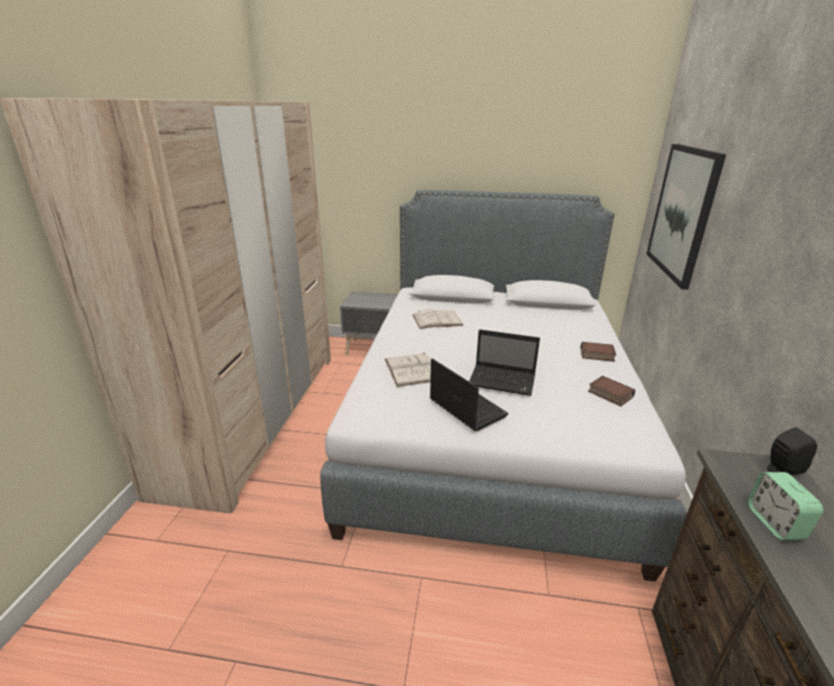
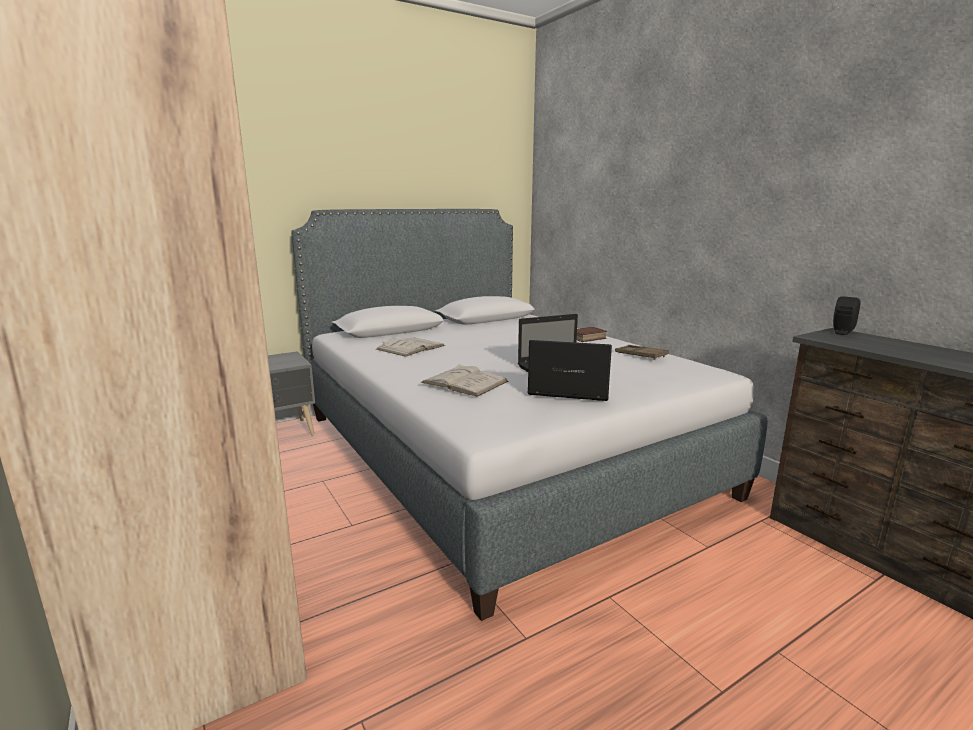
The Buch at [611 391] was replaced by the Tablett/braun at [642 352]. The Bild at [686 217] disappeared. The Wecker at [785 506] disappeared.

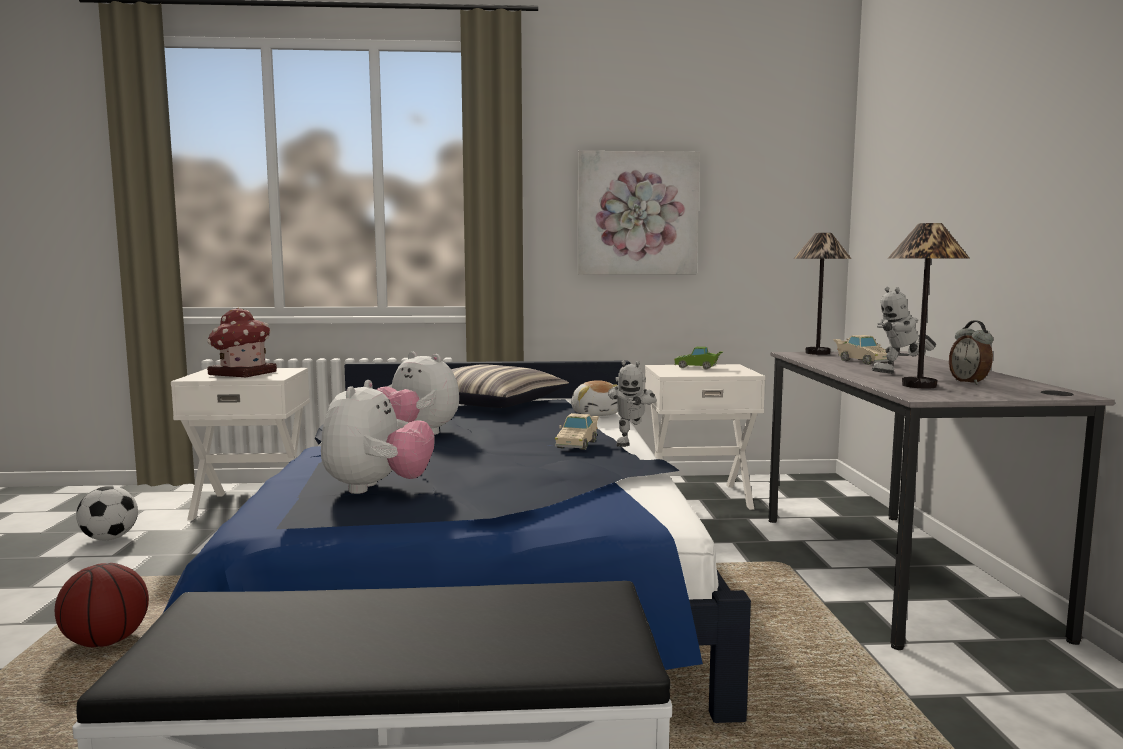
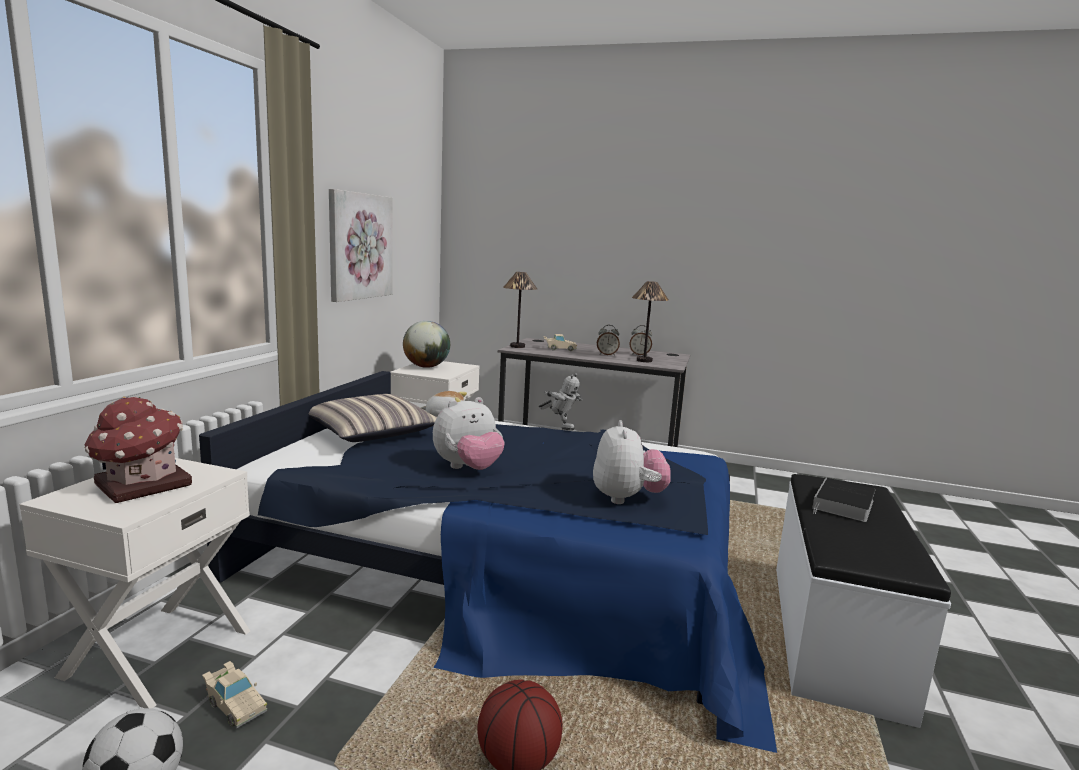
The Plüschtier at [378 437] turned 60 degrees clockwise. The Spielzeugauto/beige moved from [577 431] to [234 694]. The Spielzeugauto/grün at [699 357] was replaced by the Globus at [426 344]. The Spielzeugroboter at [904 330] was replaced by the Wecker at [608 340]. The Buch at [844 500] appeared.

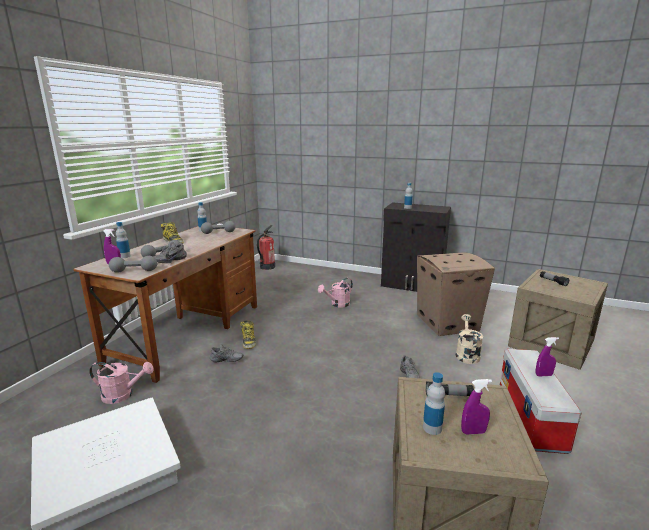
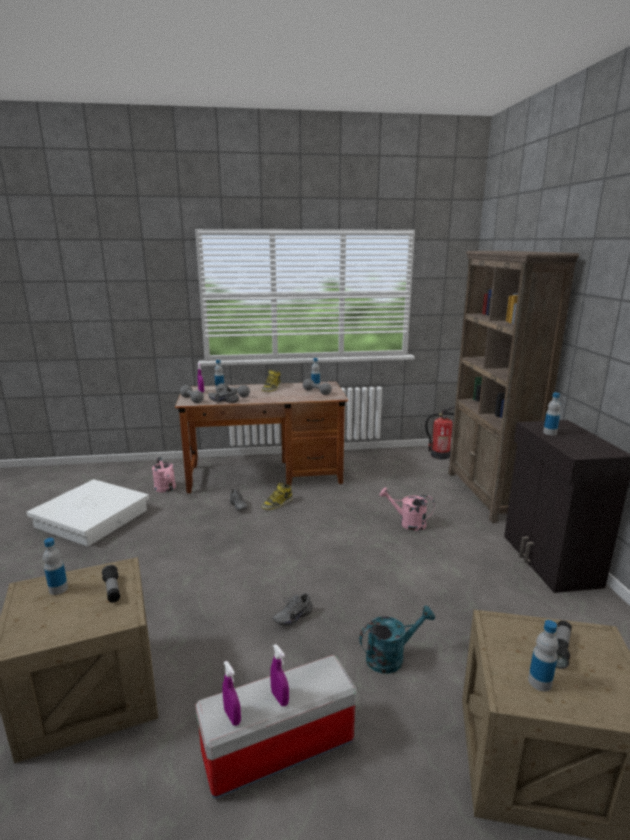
The Karton at [456 294] disappeared. The Gießkanne/beige at [469 339] became the Gießkanne/türkis at [397 639]. The Sprühflasche/lila moved from [476 406] to [231 693]. The Bücherregal/braun at [513 387] appeared. The Flasche at [543 655] appeared.

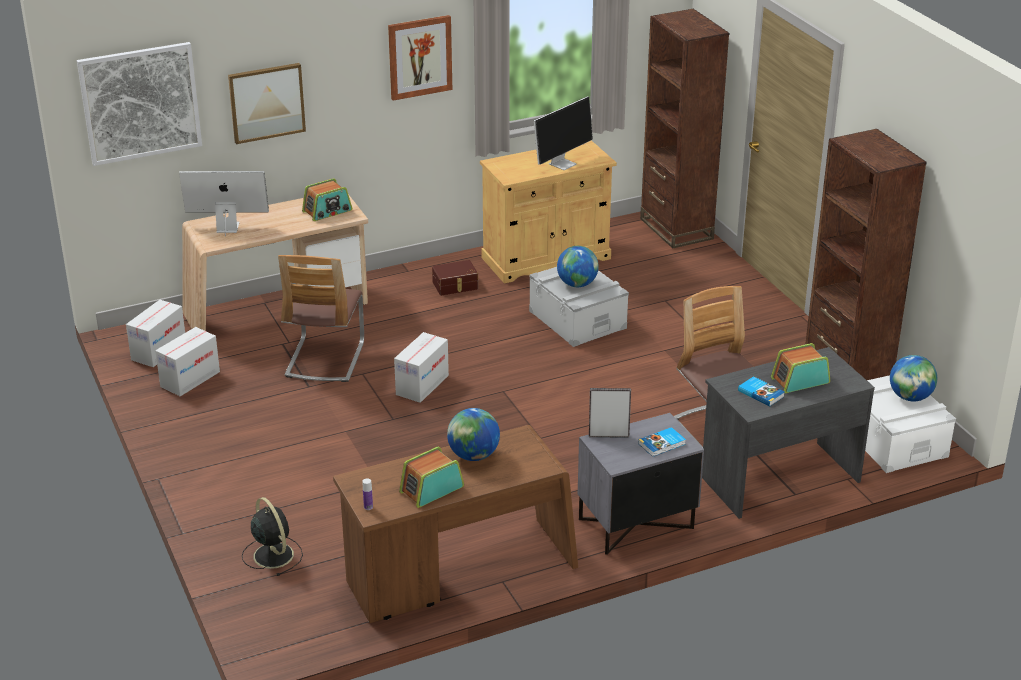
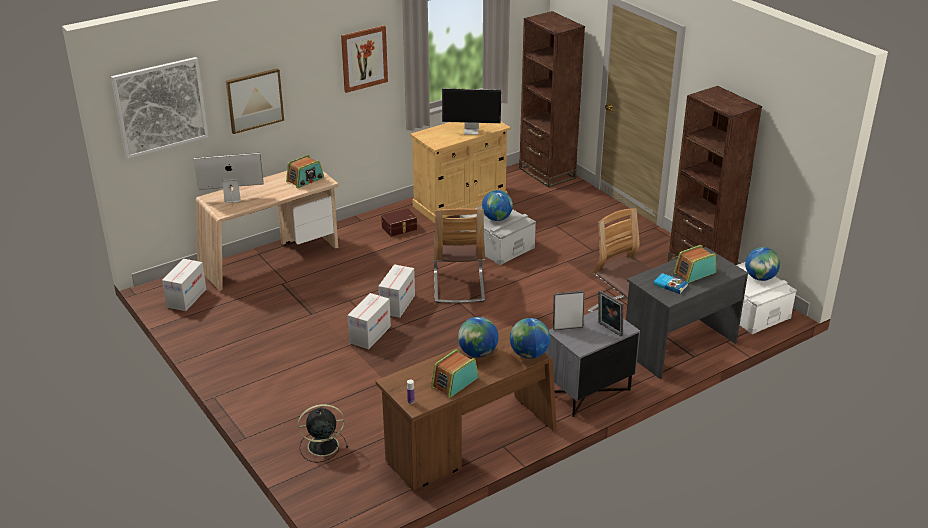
The Karton moved from [187 361] to [369 321]. The Ventilator/schwarz at [272 536] turned 60 degrees counterclockwise. The Stuhl moved from [321 318] to [459 256]. The Monitor at [563 133] turned 60 degrees clockwise. The Buch at [662 442] was replaced by the Bilderrahmen at [610 313]. The Globus at [530 338] appeared.

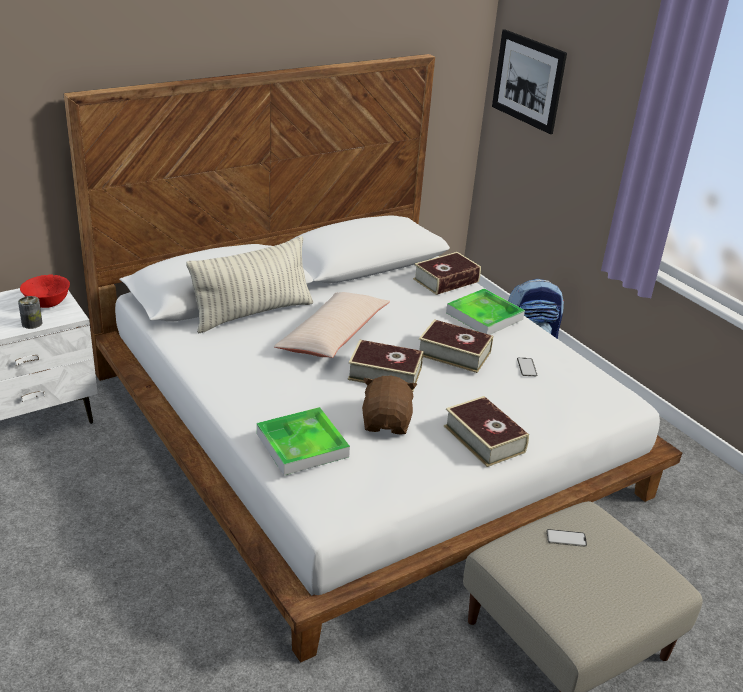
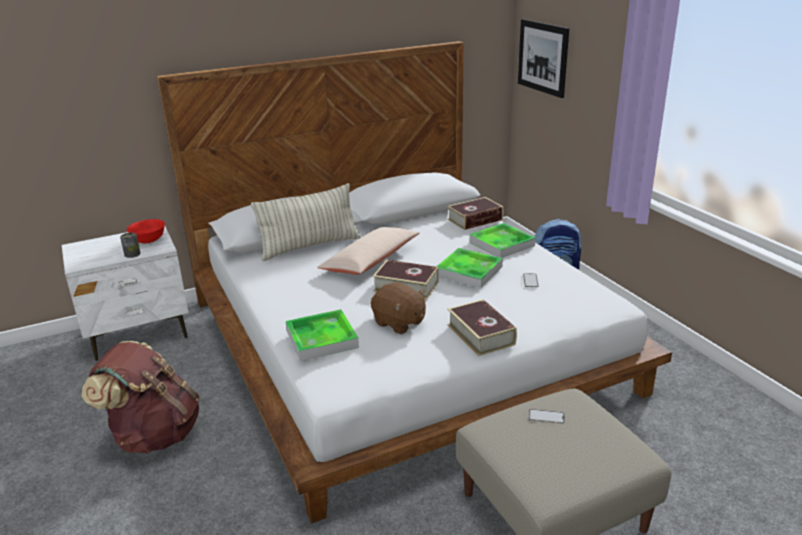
The Plüschtier/braun at [389 405] turned 120 degrees clockwise. The Buch at [456 346] was replaced by the Tablett at [469 268]. The Rucksack/braun at [140 397] appeared.

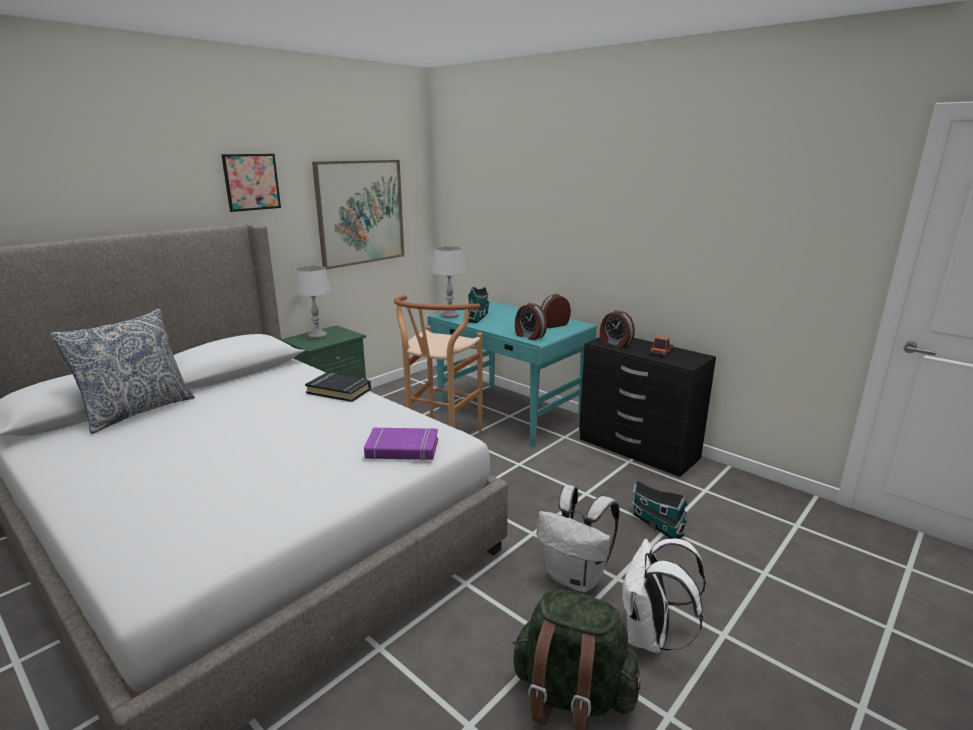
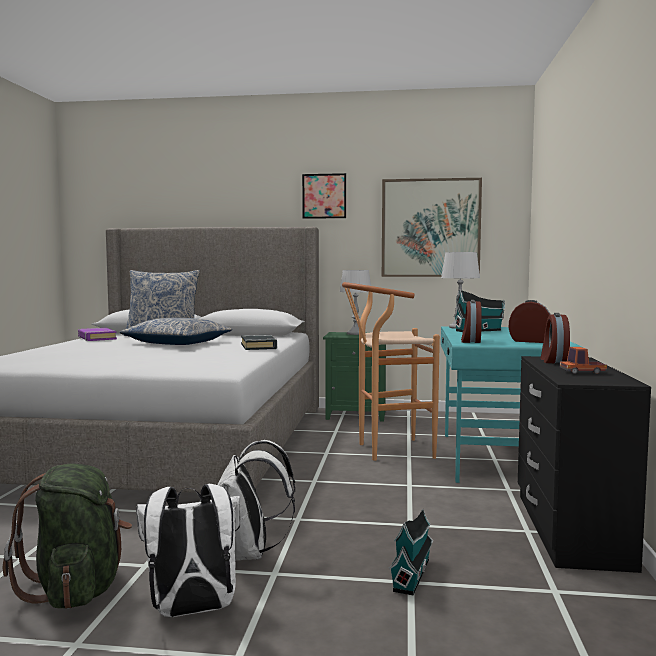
The Buch/lila moved from [401 444] to [97 334]. The Kissen at [176 331] appeared.

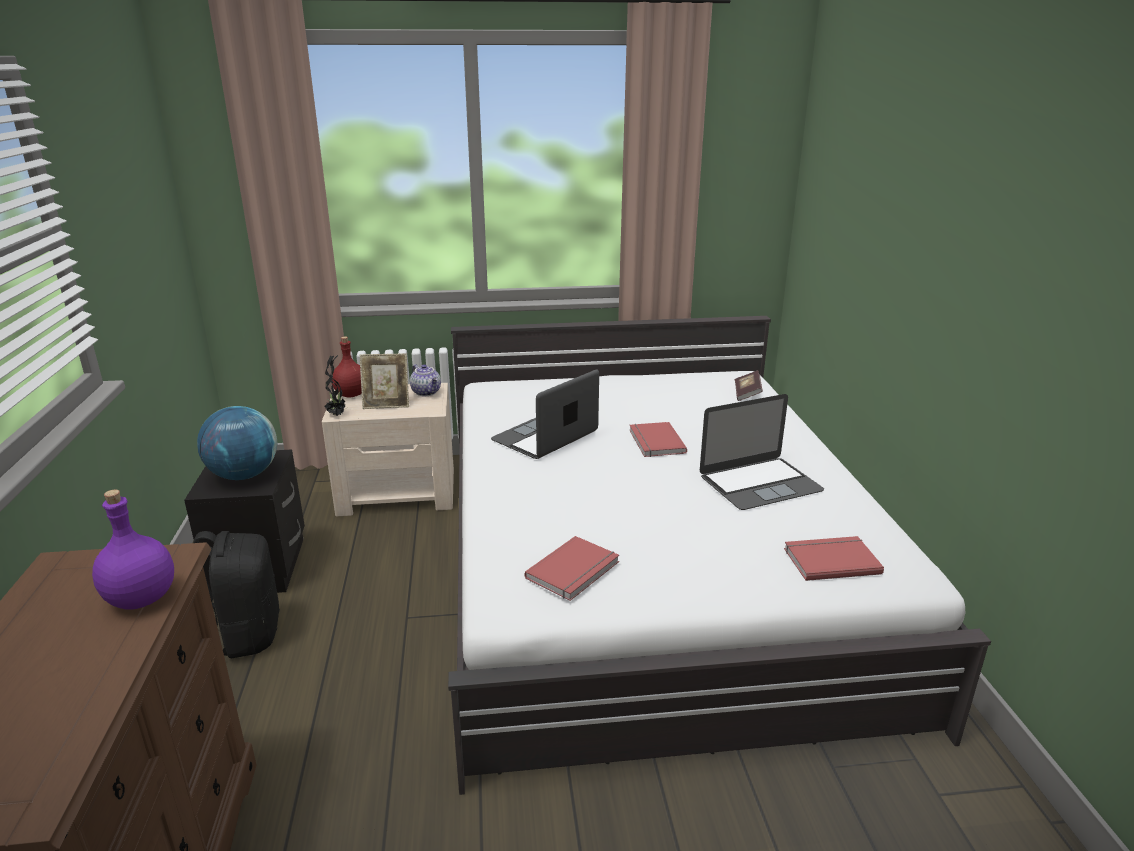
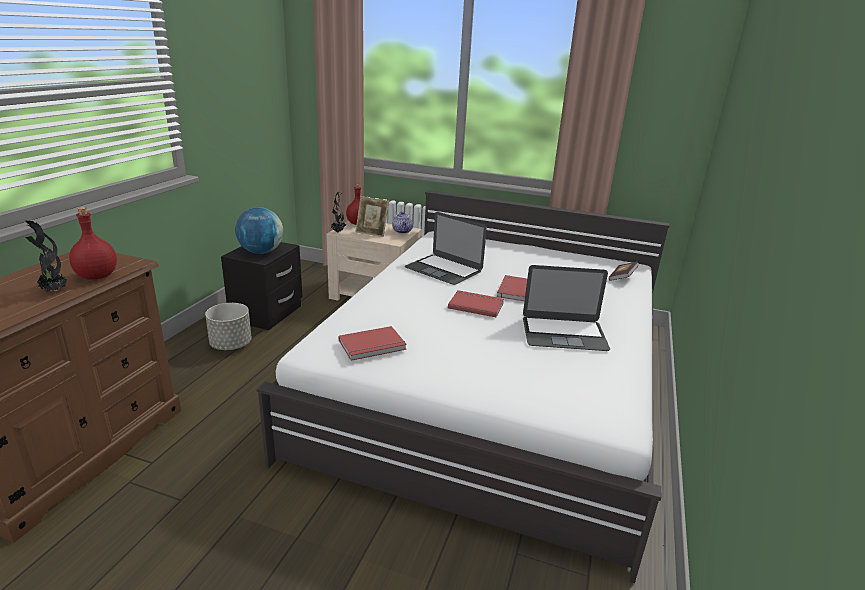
The Flasche/lila at [133 550] became the Flasche/rot at [93 243]. The Rucksack/schwarz at [236 594] was replaced by the Pflanzkübel/grau at [228 326]. The Laptop at [545 414] turned 120 degrees counterclockwise. The Buch/rot moved from [834 558] to [476 303]. The Topfpflanze at [46 256] appeared.

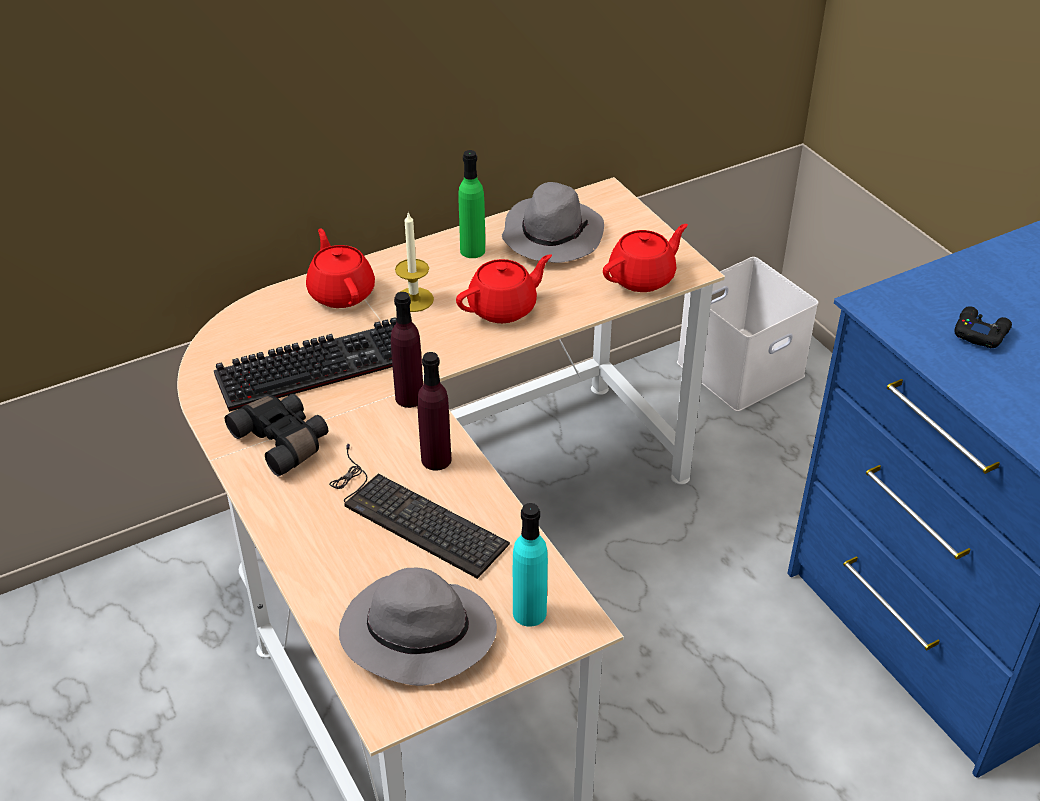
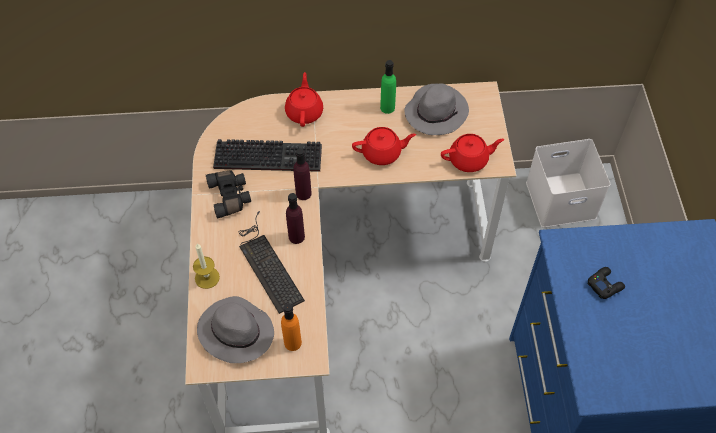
The Kerze moved from [414 262] to [206 266]. The Flasche/türkis at [530 565] became the Flasche/orange at [291 327].

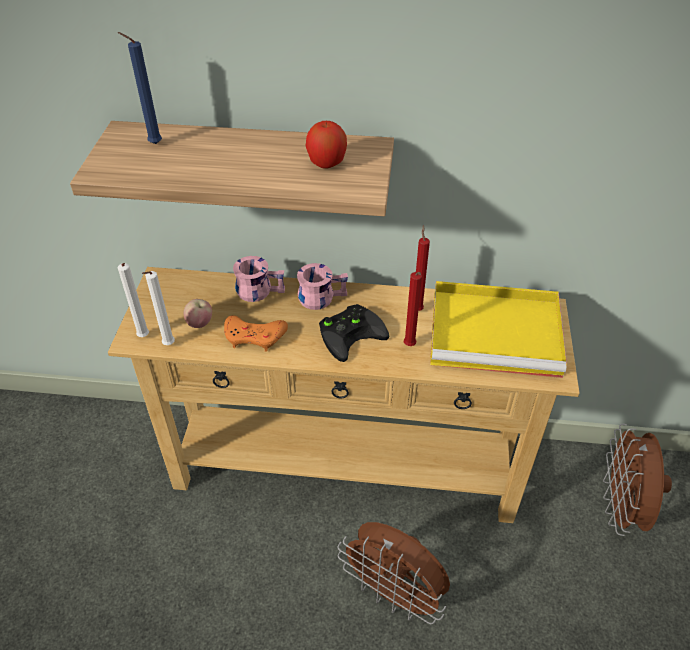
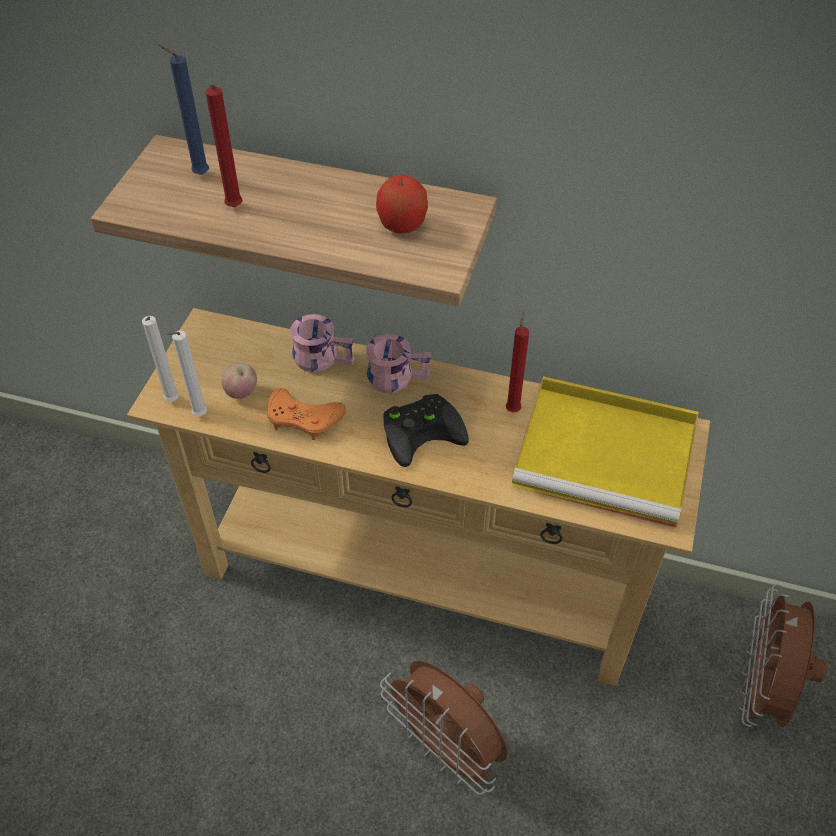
The Kerze/rot moved from [413 309] to [224 145].

